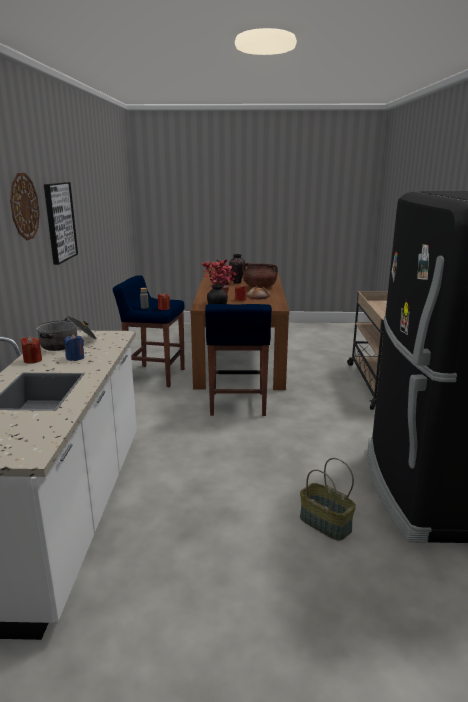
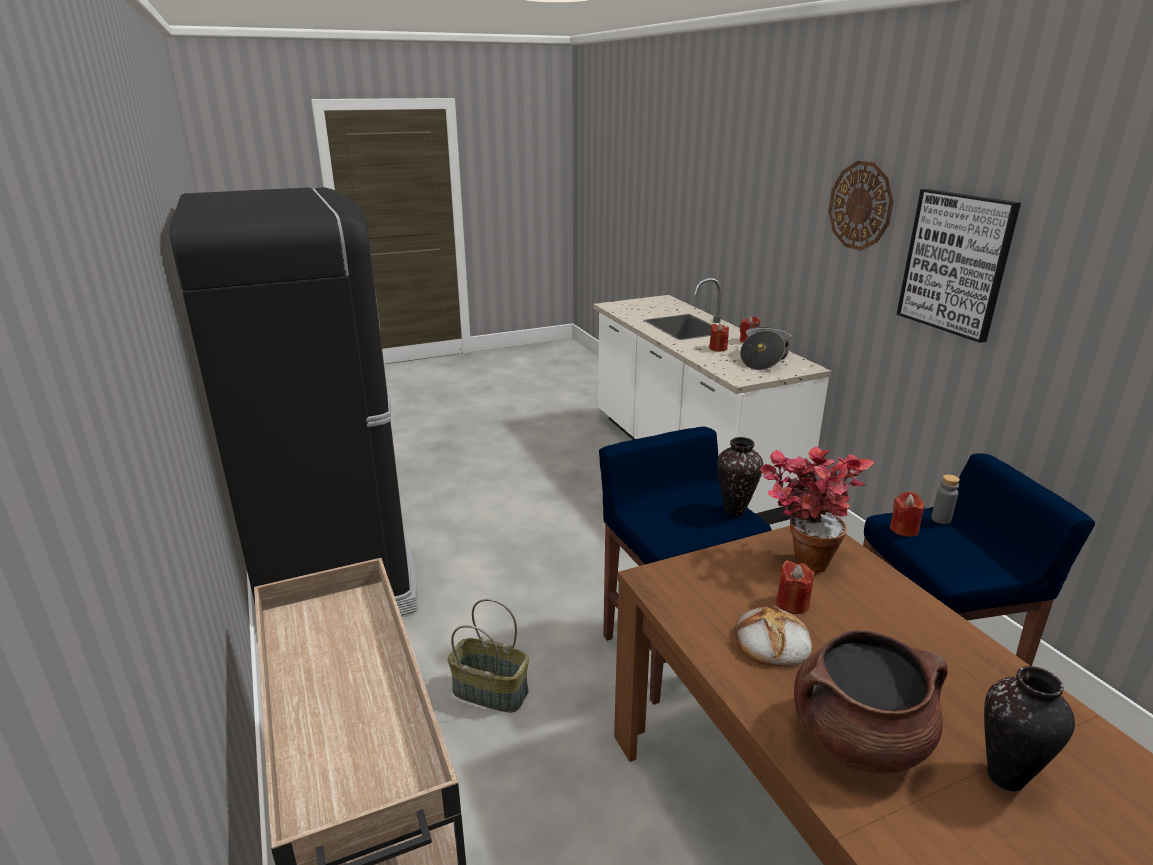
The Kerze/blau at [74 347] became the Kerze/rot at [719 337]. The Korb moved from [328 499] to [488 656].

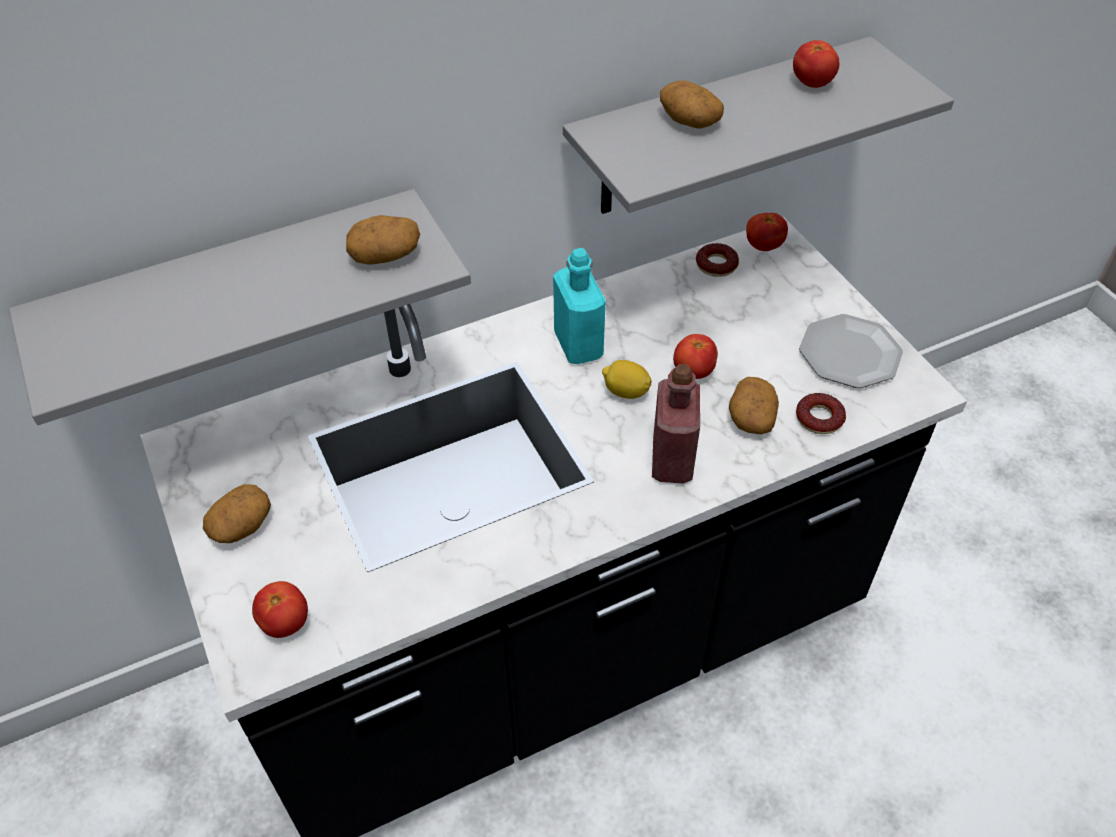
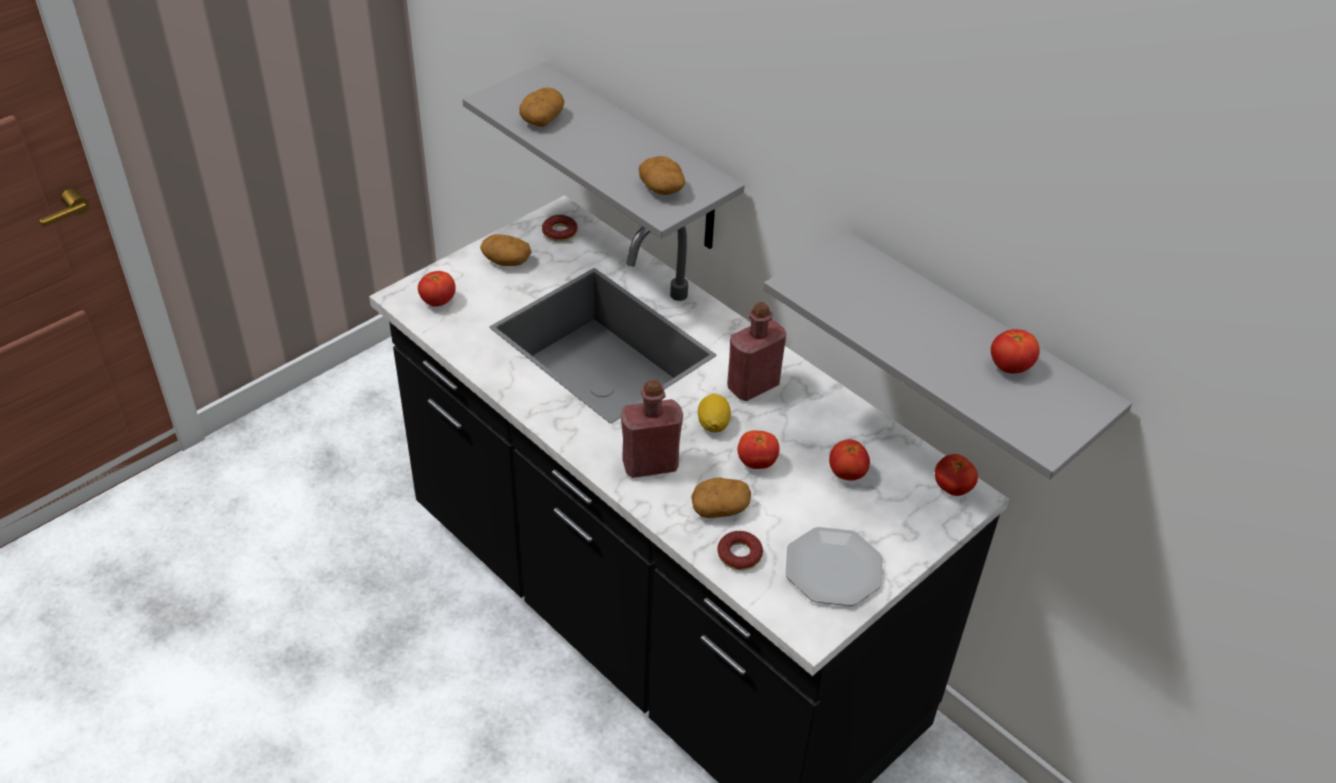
The Flasche/türkis at [579 306] became the Flasche/rot at [756 351]. The Kartoffel moved from [692 104] to [542 107]. The Donut moved from [717 260] to [560 228]. The Tomate at [849 460] appeared.

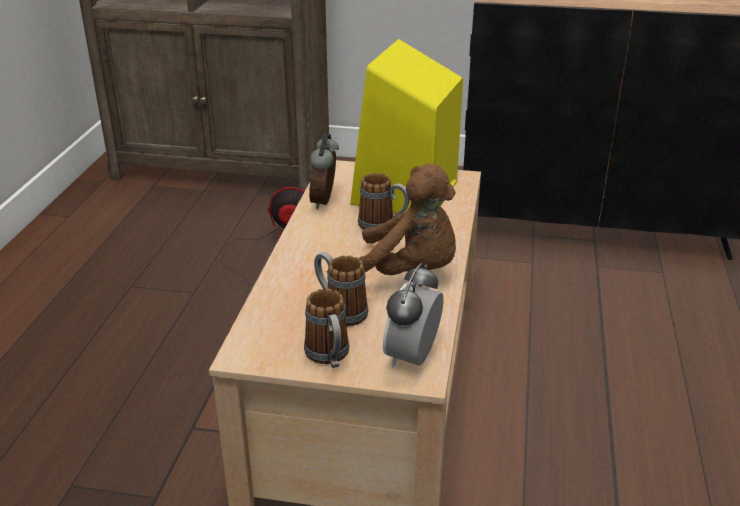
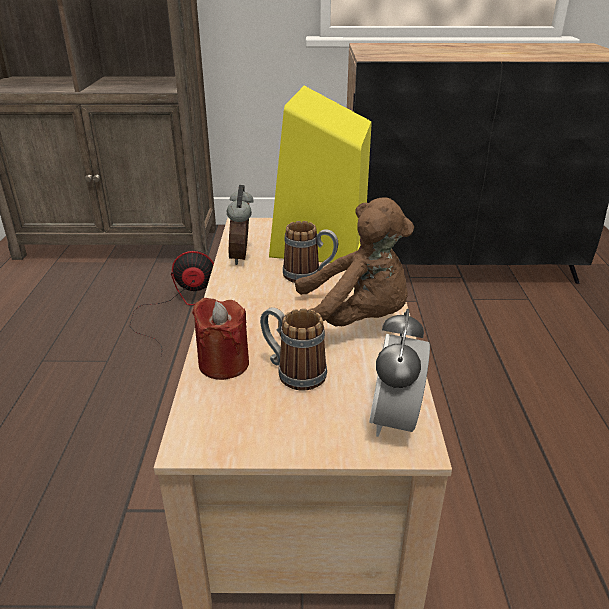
The Henkelbecher at [326 328] disappeared. The Kerze/rot at [220 339] appeared.

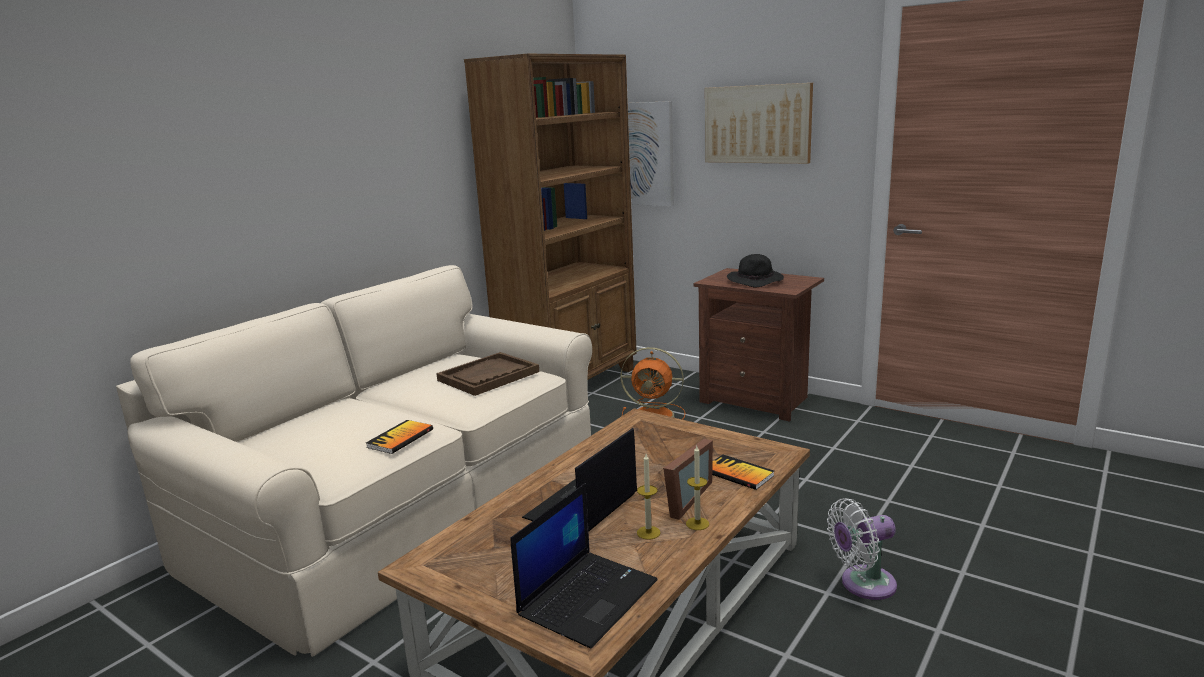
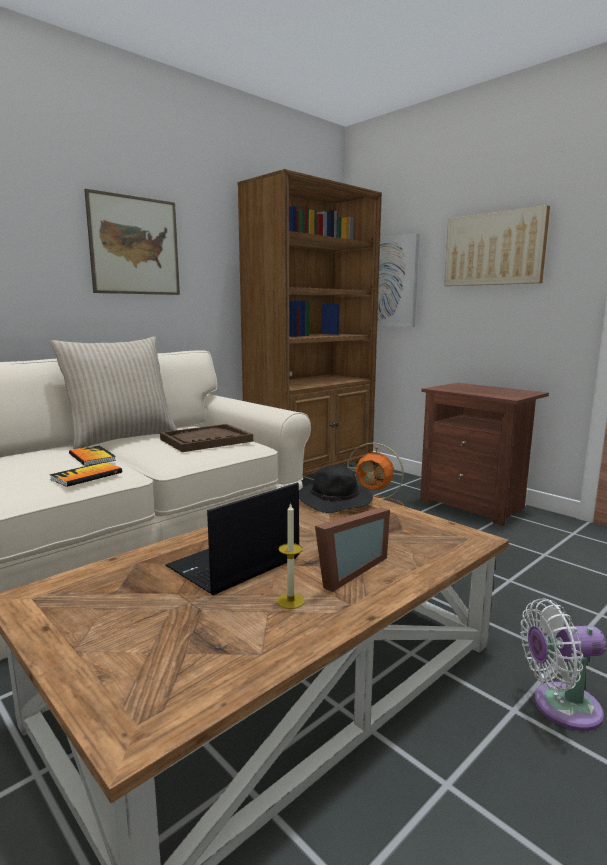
The Laptop at [584 565] disappeared. The Kerze at [697 488] disappeared. The Buch moved from [743 472] to [92 456]. The Hut/schwarz moved from [755 270] to [336 489]. The Kissen/beige at [113 393] appeared. The Bild at [132 242] appeared.

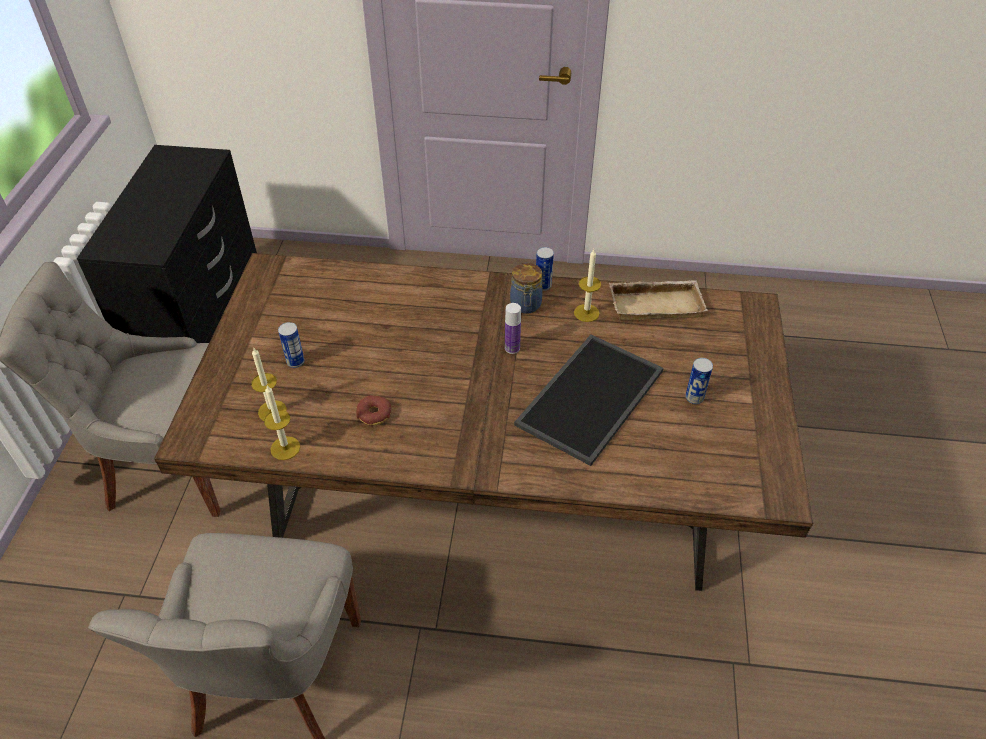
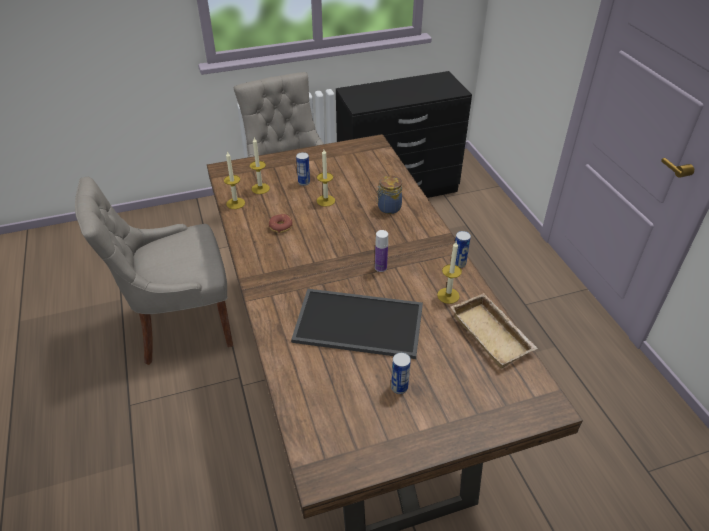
The Vorratsglas moved from [526 288] to [389 195]. The Kerze at [326 178] appeared.

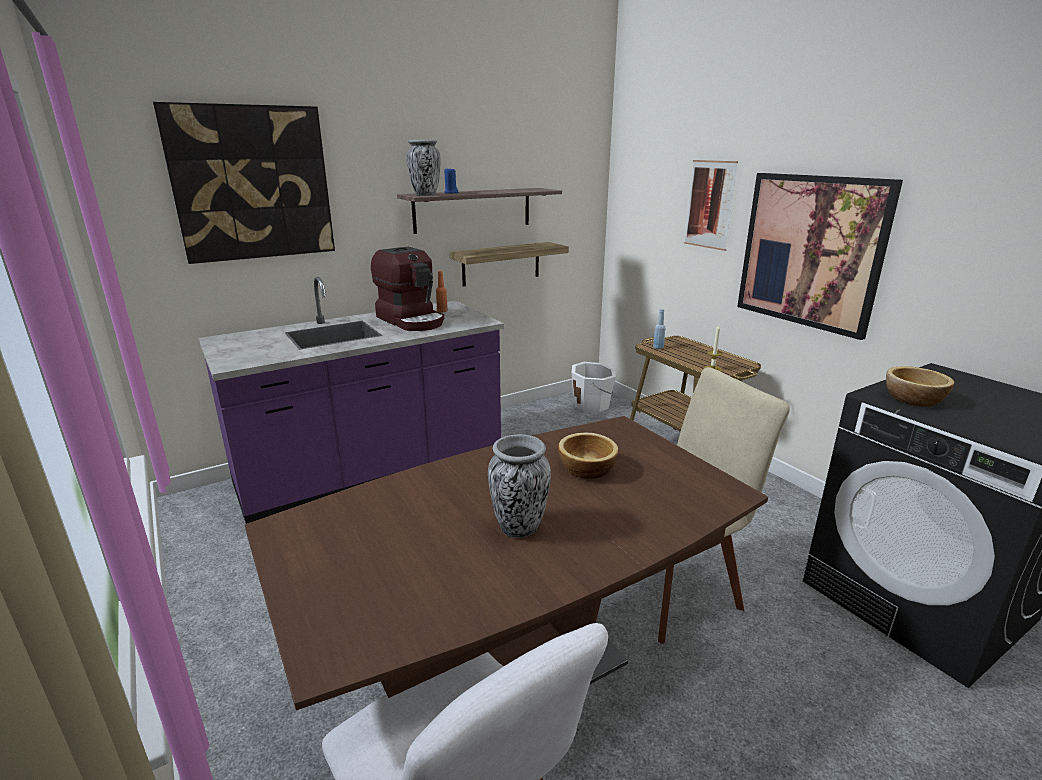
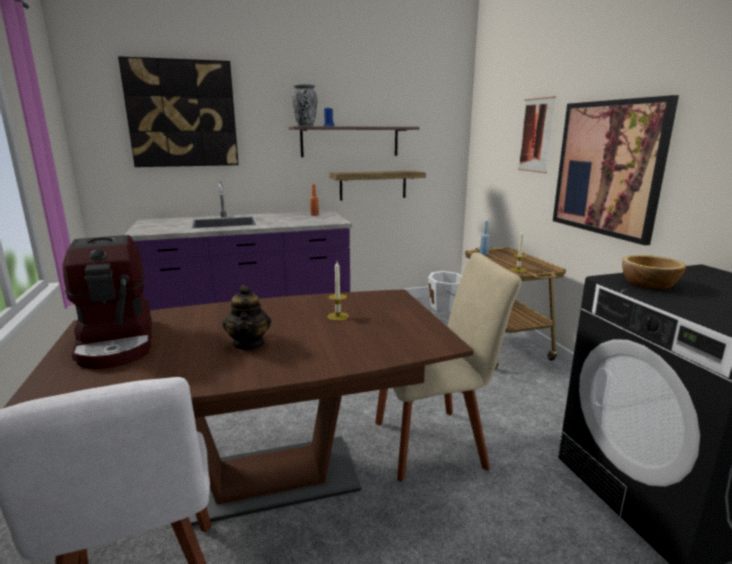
The Kaffeemaschine moved from [407 289] to [107 302]. The Vase at [519 486] was replaced by the Teekanne at [246 317]. The Schüssel at [588 456] was replaced by the Kerze at [338 291].

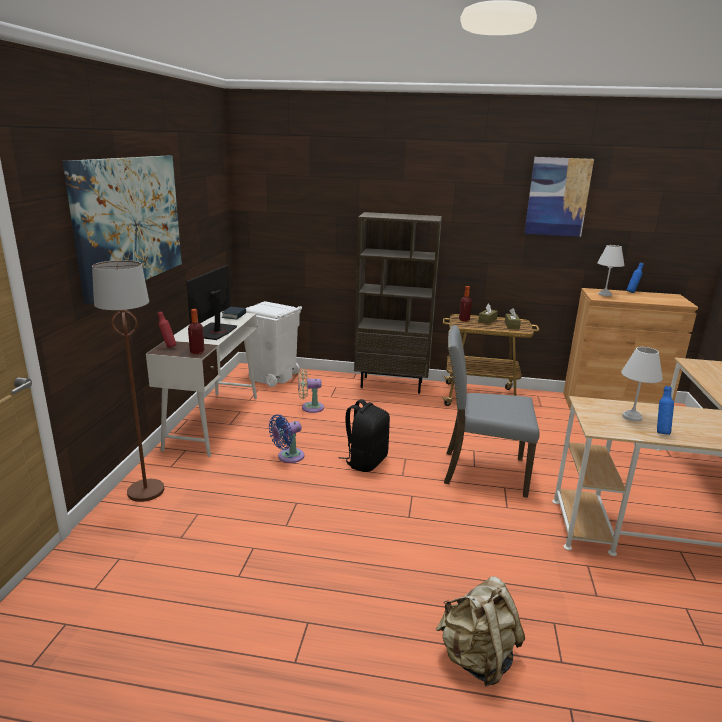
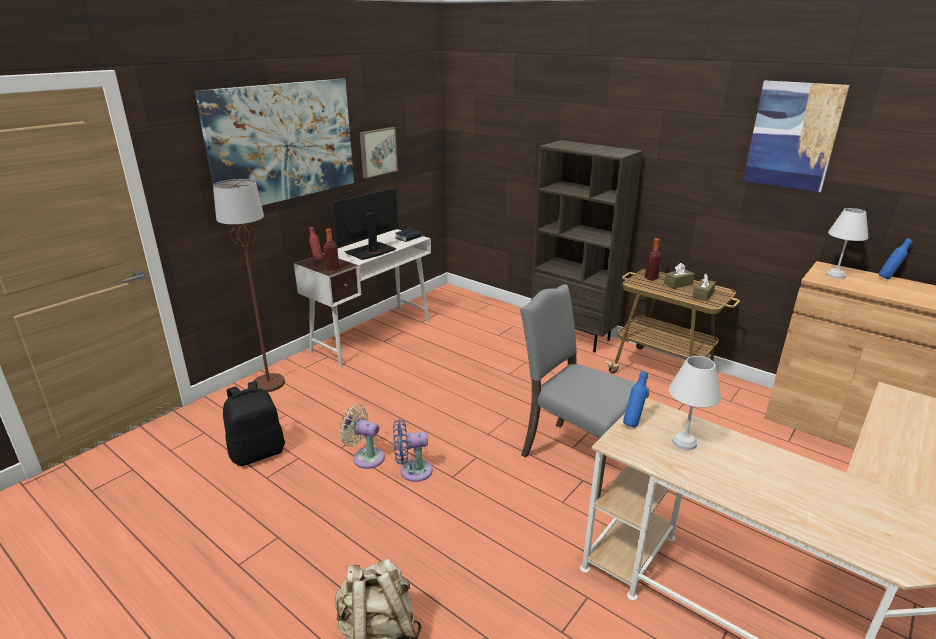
The Mülleimer/weiß at [274 344] disappeared. The Ventilator/blau moved from [286 438] to [413 450]. The Ventilator/beige moved from [311 391] to [362 436]. The Rucksack/schwarz moved from [364 435] to [254 423]. The Flasche/blau moved from [665 410] to [635 399]. The Bild at [379 152] appeared.

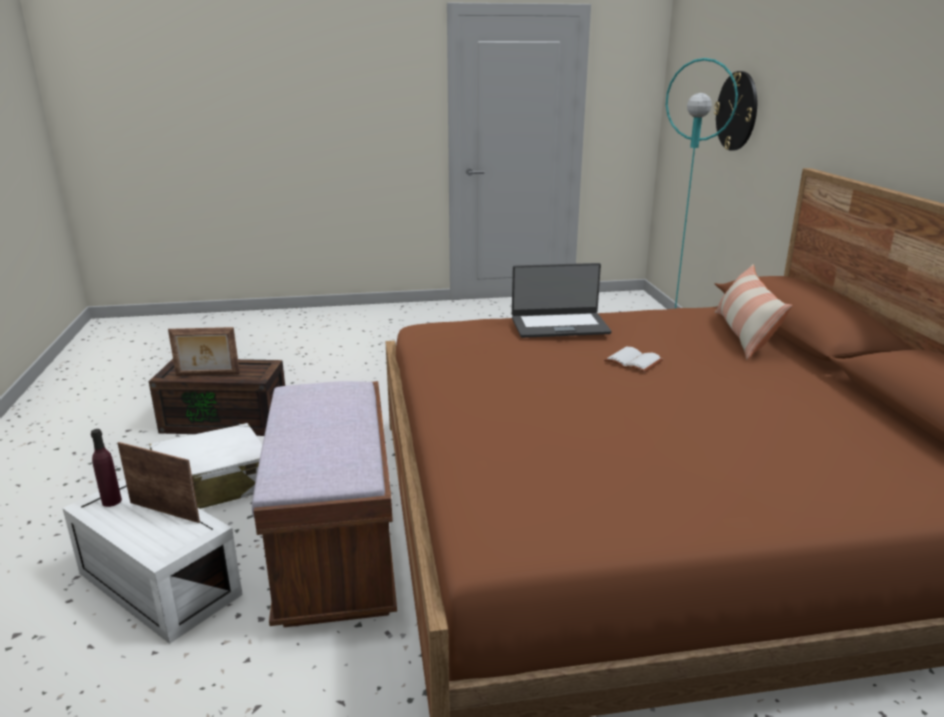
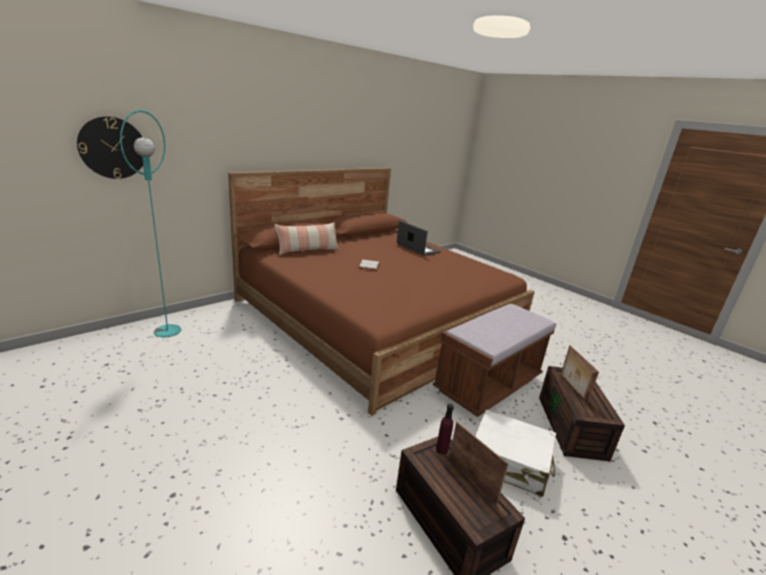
The Aufbewahrungsbox/weiß at [152 561] became the Aufbewahrungsbox/braun at [582 413]. The Flasche/lila moved from [106 468] to [445 429]. The Laptop moved from [561 300] to [419 238].

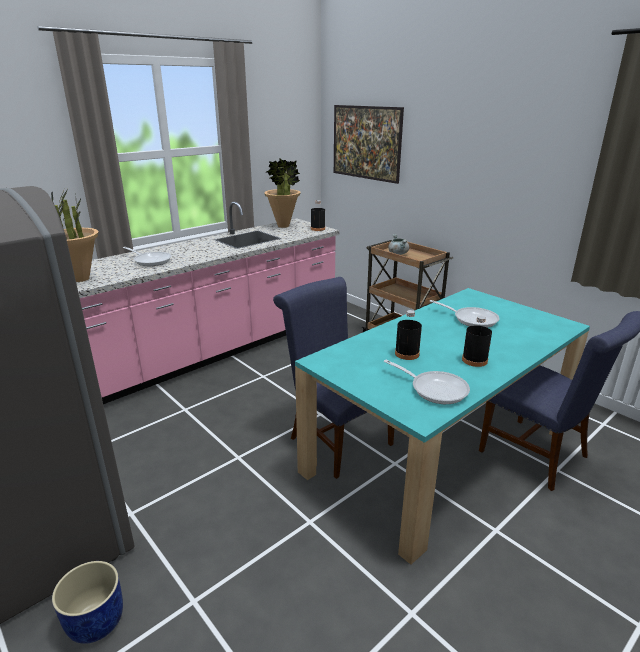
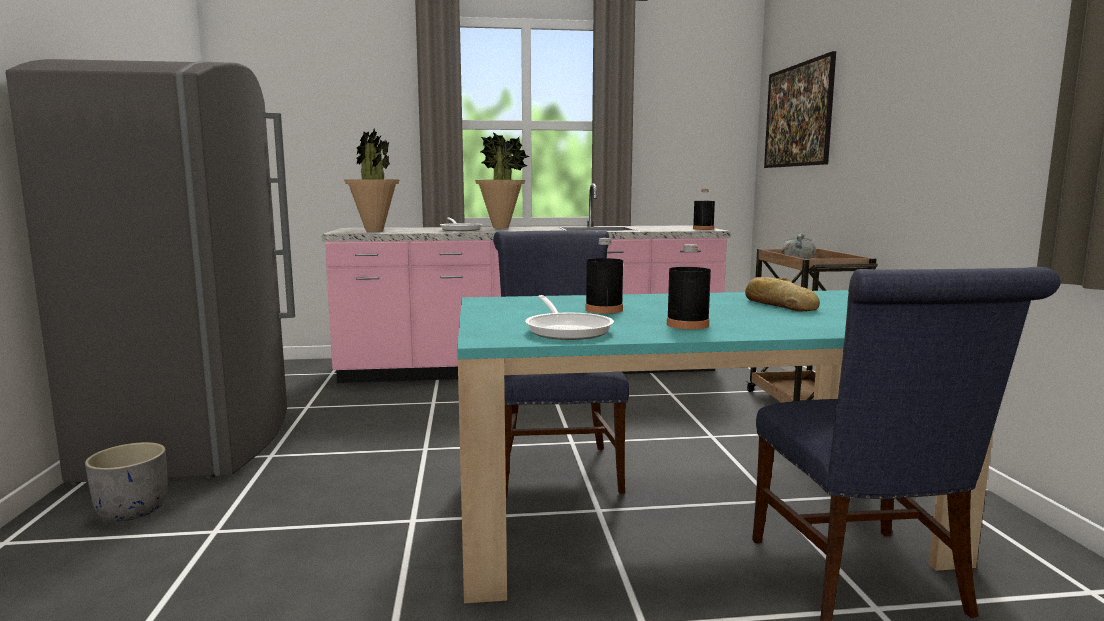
The Pflanzkübel/blau at [87 602] became the Pflanzkübel/grau at [126 481]. The Topfpflanze moved from [282 193] to [502 180]. The Pfanne at [464 314] was replaced by the Brot at [782 294].

